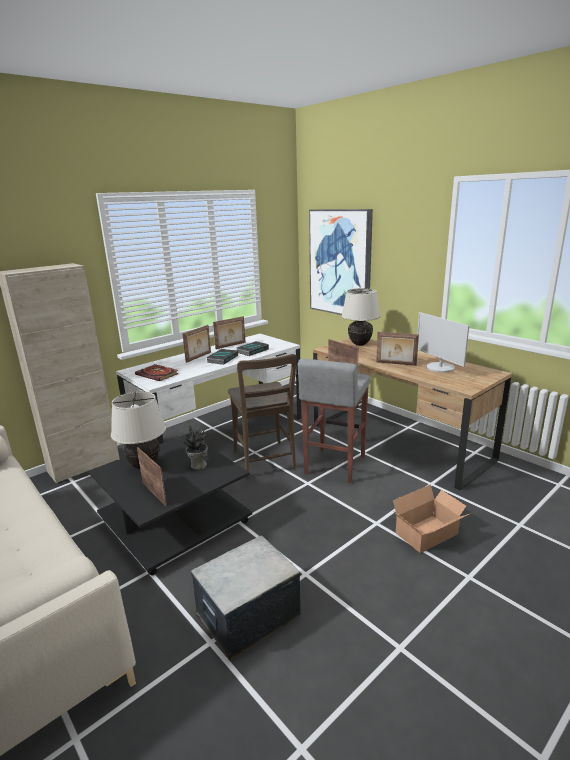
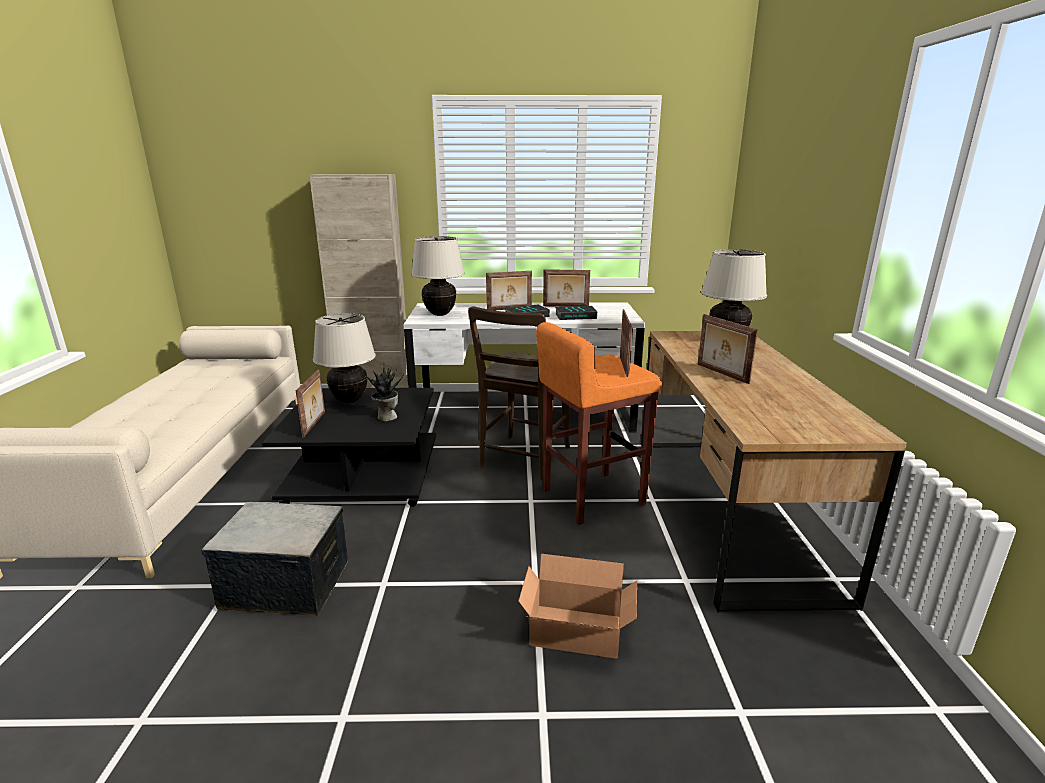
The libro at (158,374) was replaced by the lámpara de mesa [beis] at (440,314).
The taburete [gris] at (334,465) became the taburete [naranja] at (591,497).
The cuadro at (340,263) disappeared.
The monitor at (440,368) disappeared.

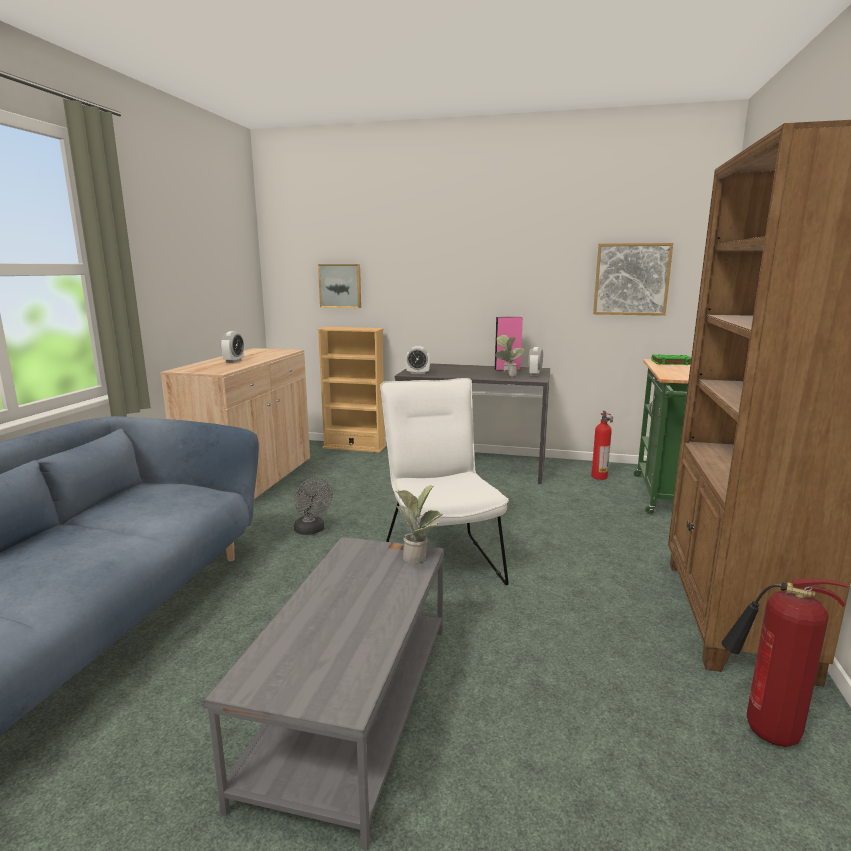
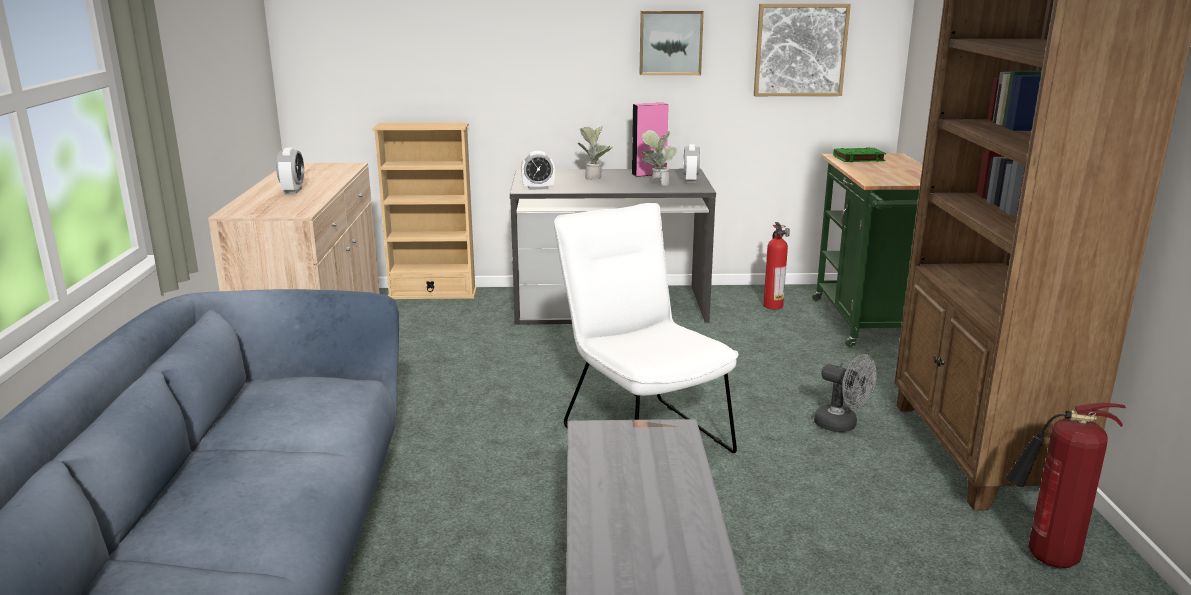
The ventilador [gris] moved from (312,531) to (842,425).
The cuadro moved from (340,286) to (670,42).
The planta en maceta moved from (419,556) to (595,177).

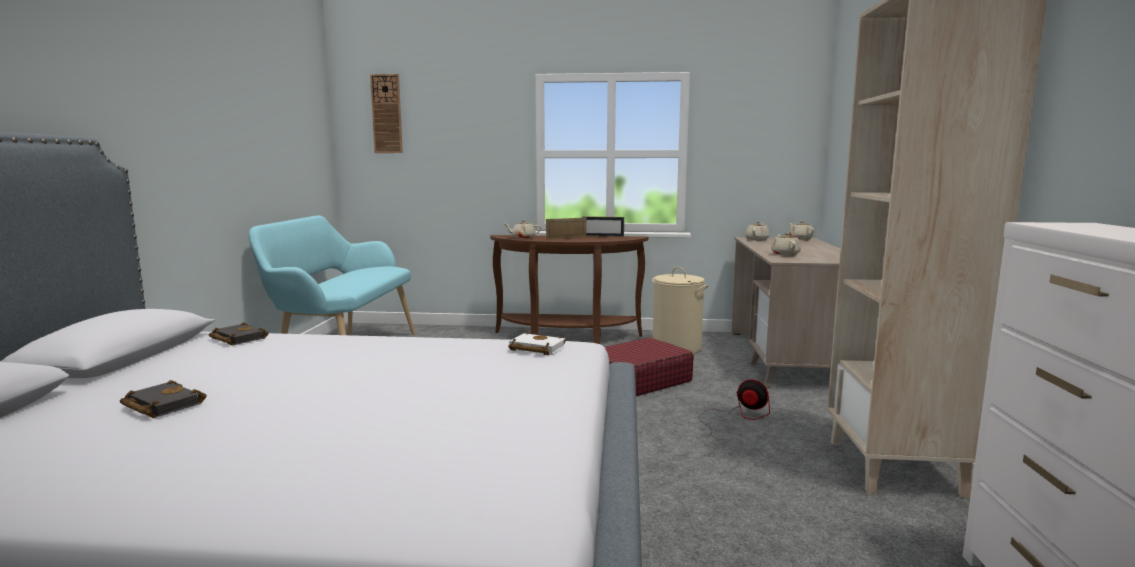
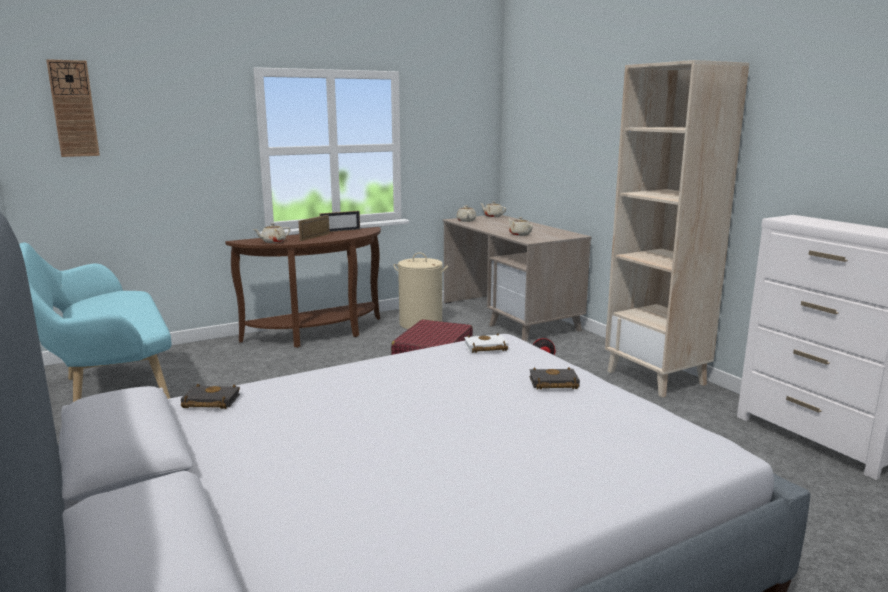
The libro [negro] moved from (160,405) to (552,383).

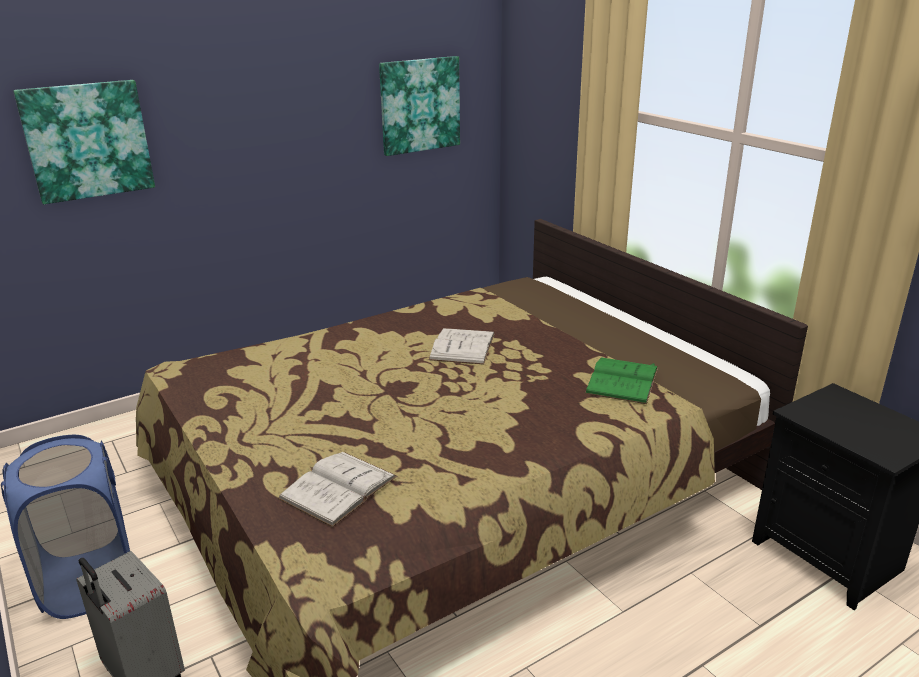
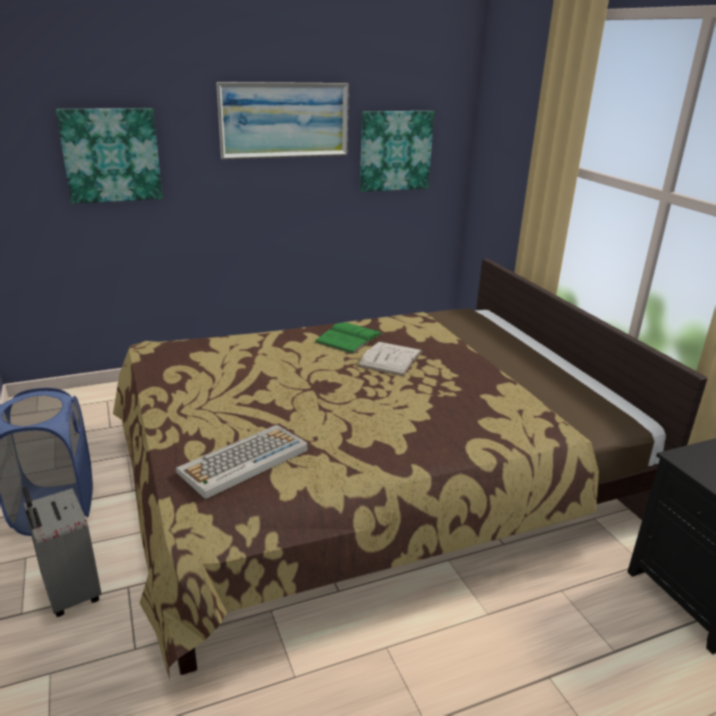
The libro [blanco] at (338,487) was replaced by the teclado at (243,462).
The libro [verde] moved from (622,380) to (349,338).
The cuadro at (284,120) appeared.

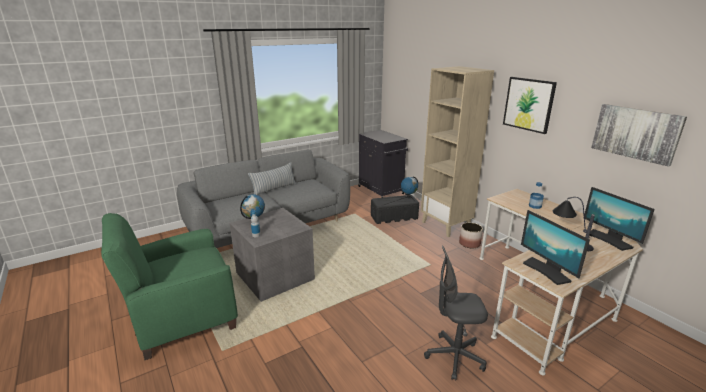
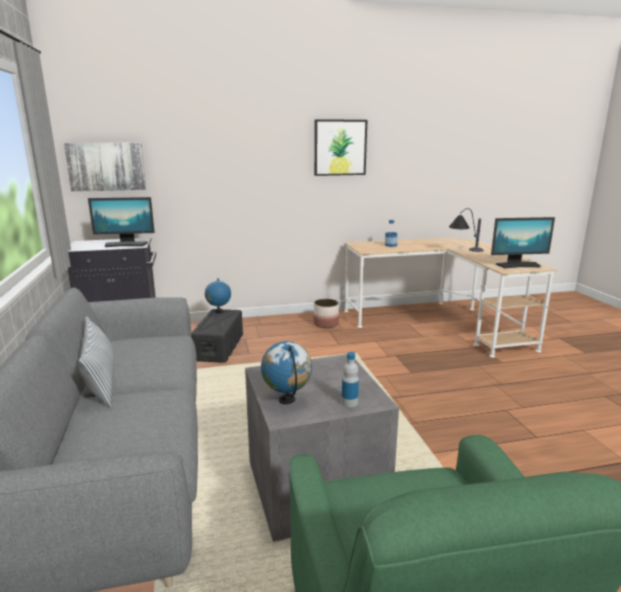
The estantería [beis] at (446,225) disappeared.
The silla de oficina [gris] at (454,357) disappeared.
The monitor moved from (609,240) to (126,244).
The cuadro moved from (635,133) to (106,166).

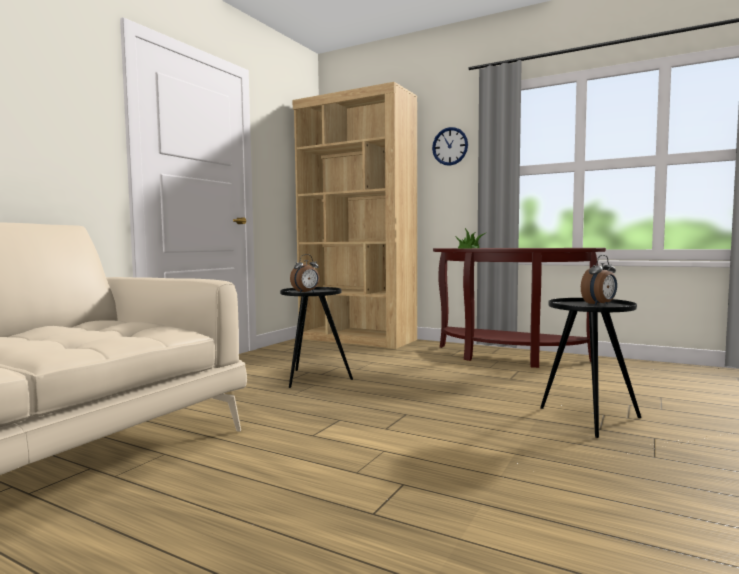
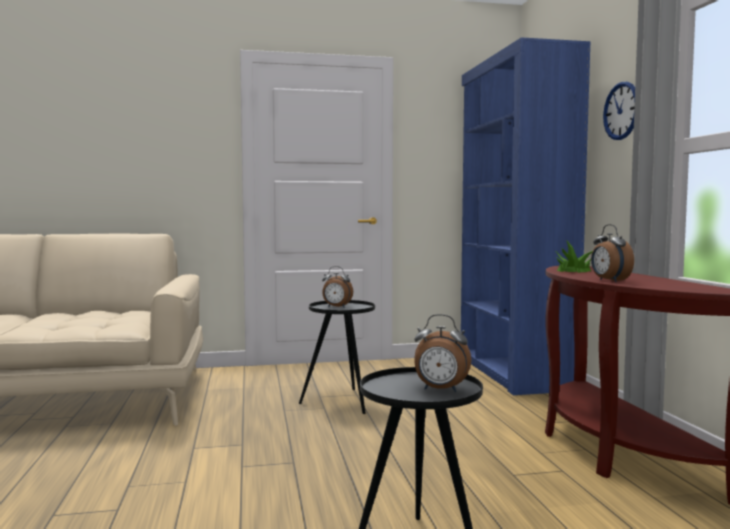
The estantería [marrón] at (357,339) became the estantería [azul] at (512,372).
The despertador at (609,281) appeared.

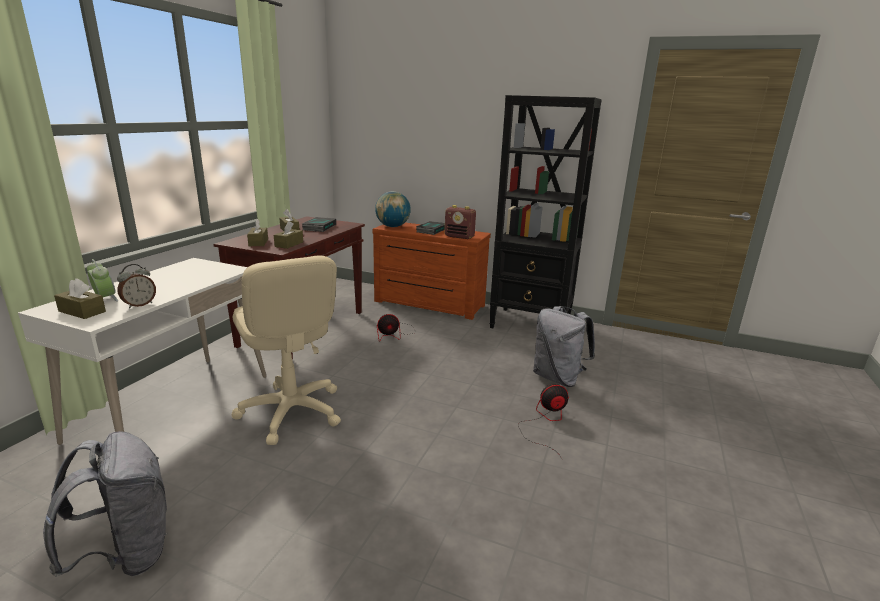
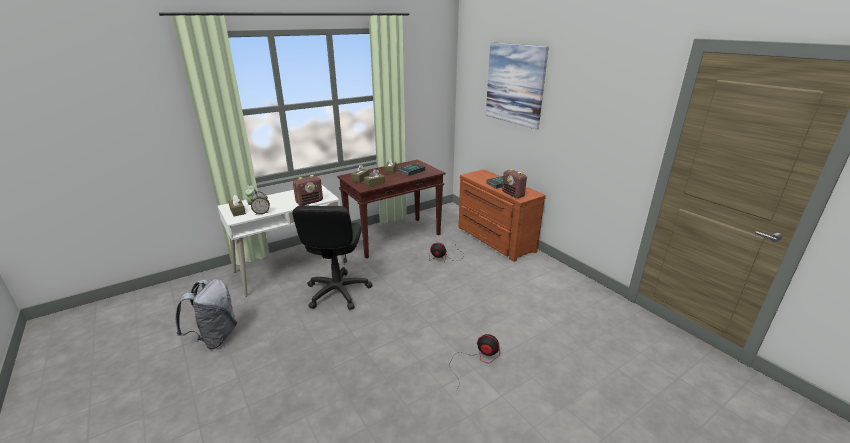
The silla de oficina [beis] at (291,412) became the silla de oficina [negro] at (337,292).
The globo terráqueo at (393,226) disappeared.
The estantería [negro] at (531,324) disappeared.
The mochila [gris] at (558,378) disappeared.
The radio at (309,202) appeared.
The cuadro at (515,84) appeared.

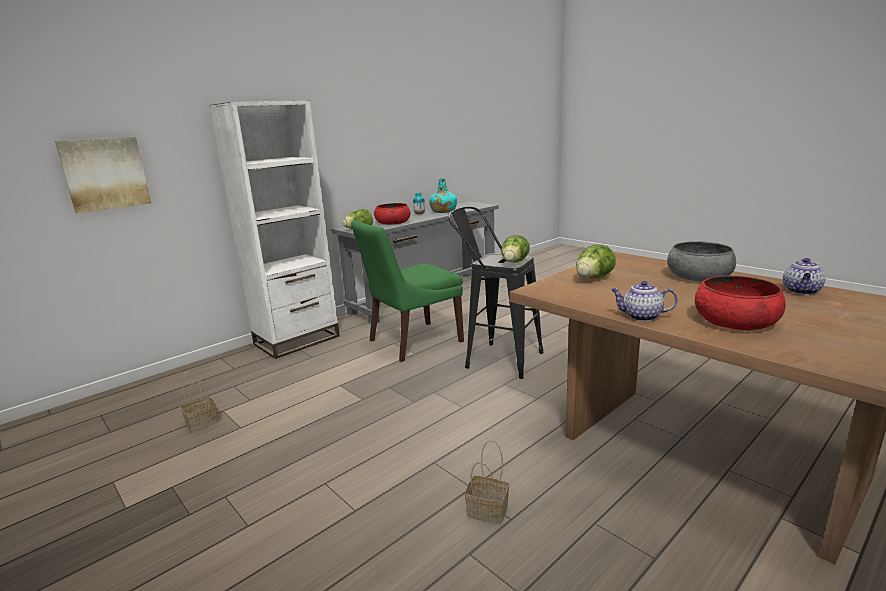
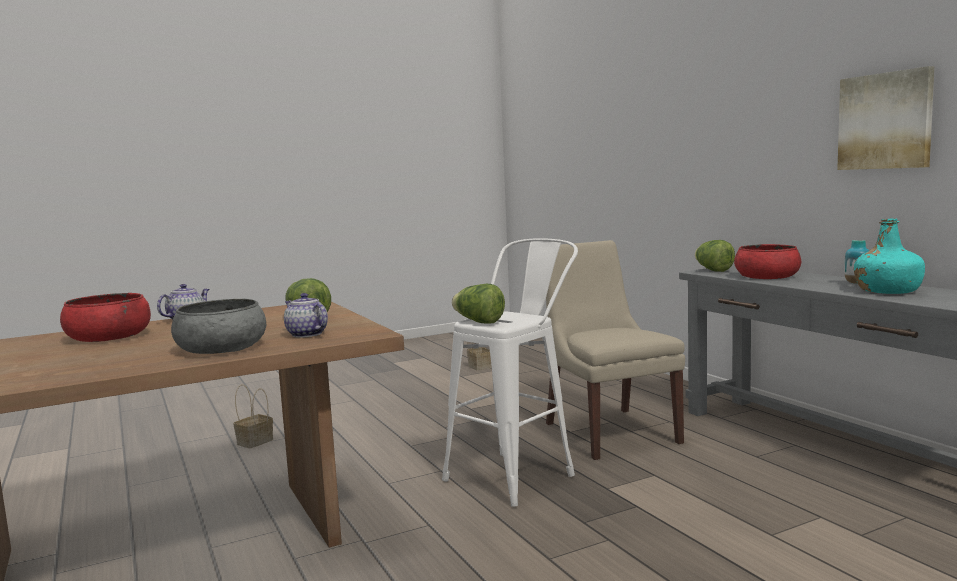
The cuadro moved from (105,174) to (885,121).
The estantería [blanco] at (297,340) disappeared.
The silla [verde] at (412,342) became the silla [beis] at (609,431).
The taburete [negro] at (496,358) became the taburete [blanco] at (518,474).
The tetera moved from (801,291) to (306,334).

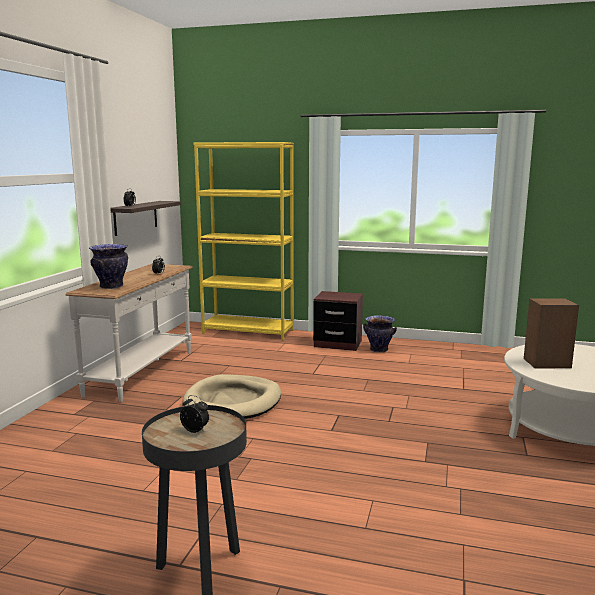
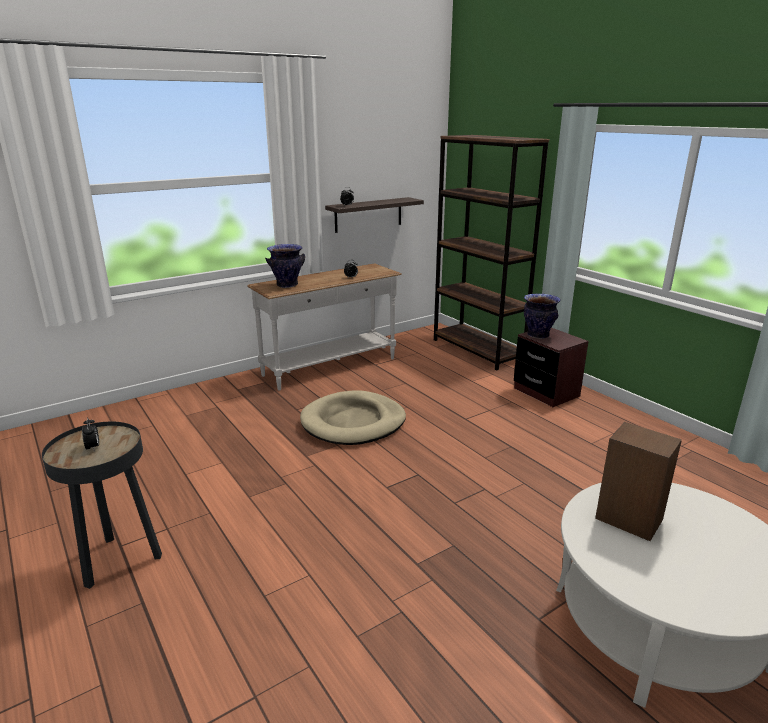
The estantería [amarillo] at (248,331) became the estantería [marrón] at (477,350).
The florero moved from (379,350) to (538,335).

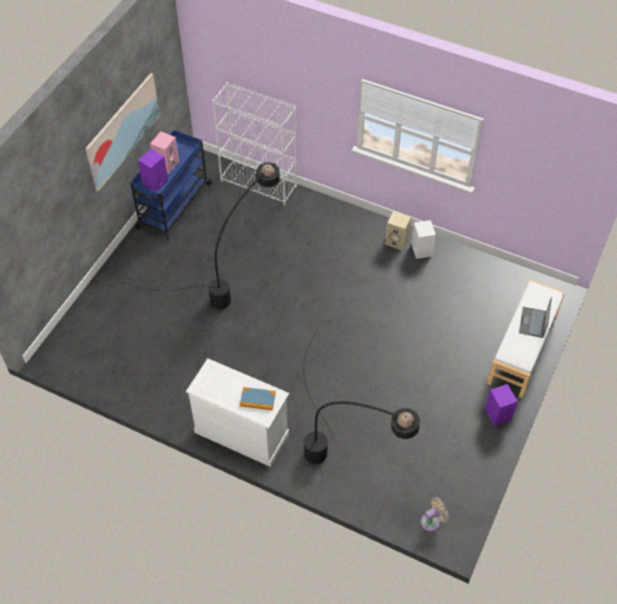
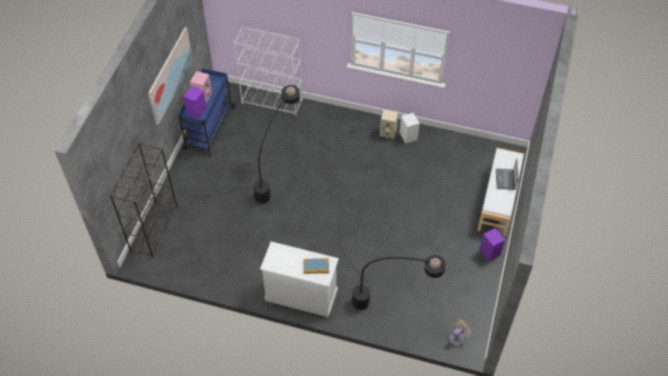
The estantería [negro] at (154,228) appeared.

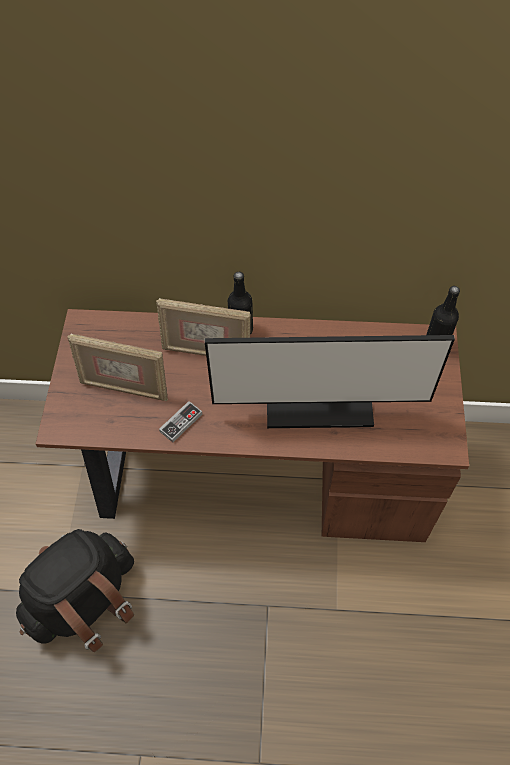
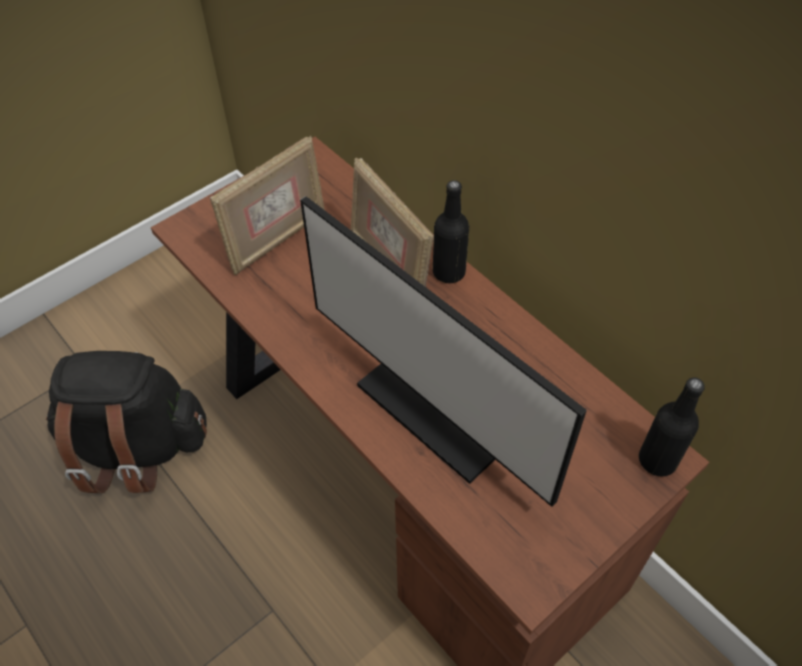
The portarretratos at (125,388) turned 105 degrees counterclockwise.
The mando de consola at (181,423) disappeared.

